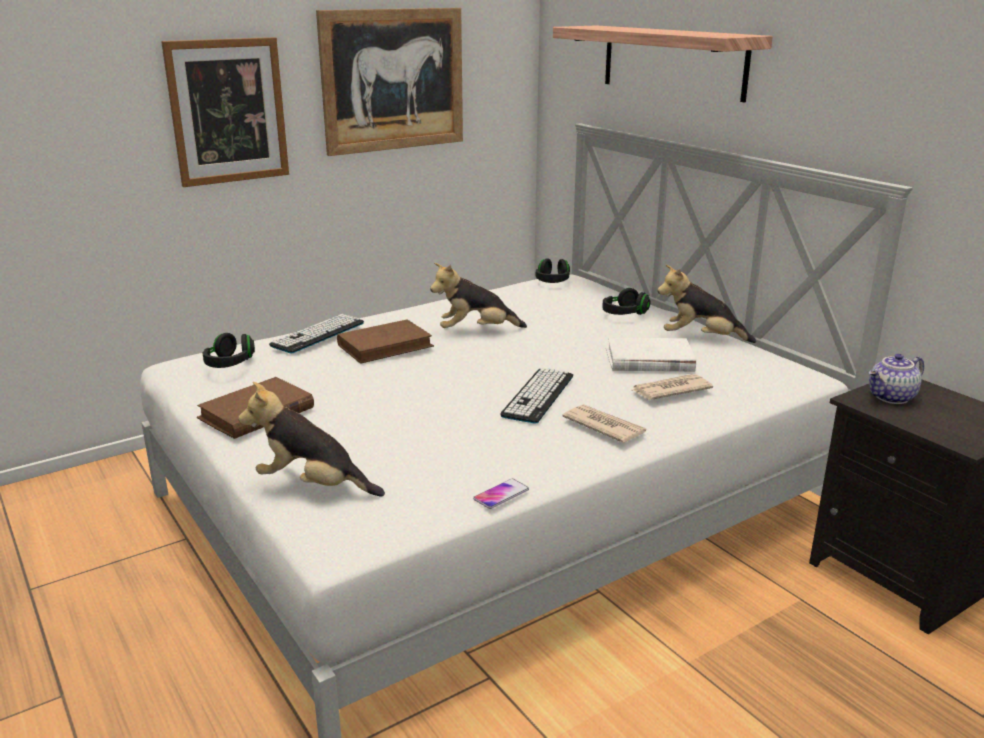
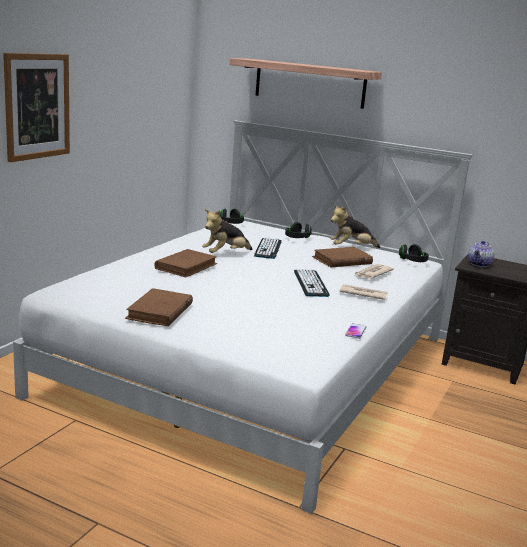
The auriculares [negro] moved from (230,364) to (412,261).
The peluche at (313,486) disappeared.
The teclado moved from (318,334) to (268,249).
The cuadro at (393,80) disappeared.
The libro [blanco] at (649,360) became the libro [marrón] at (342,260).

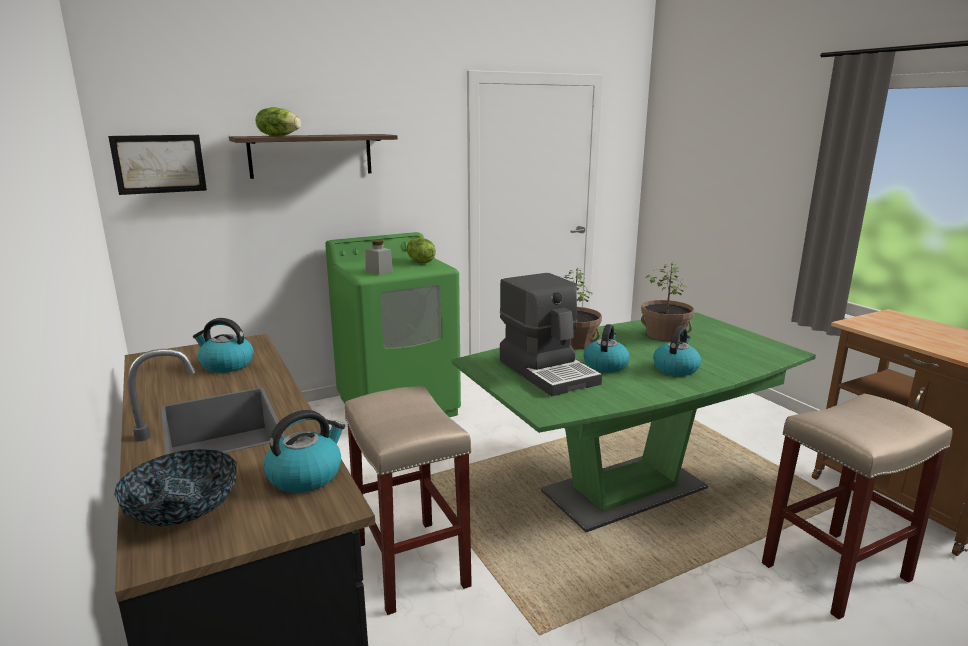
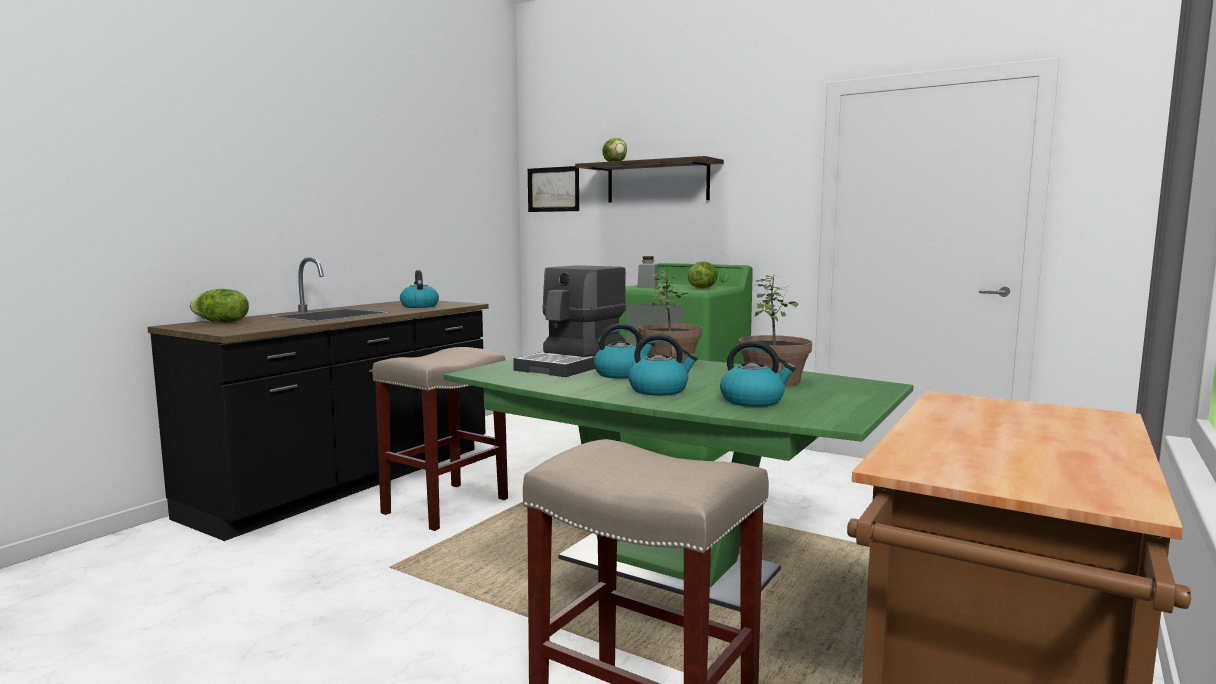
The cuenco at (183,511) was replaced by the lechuga at (221,322).
The hervidor moved from (306,475) to (753,401).

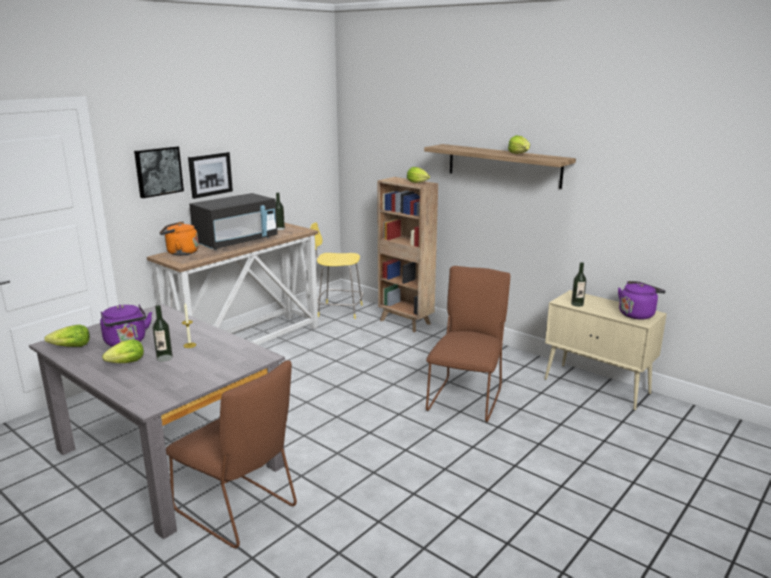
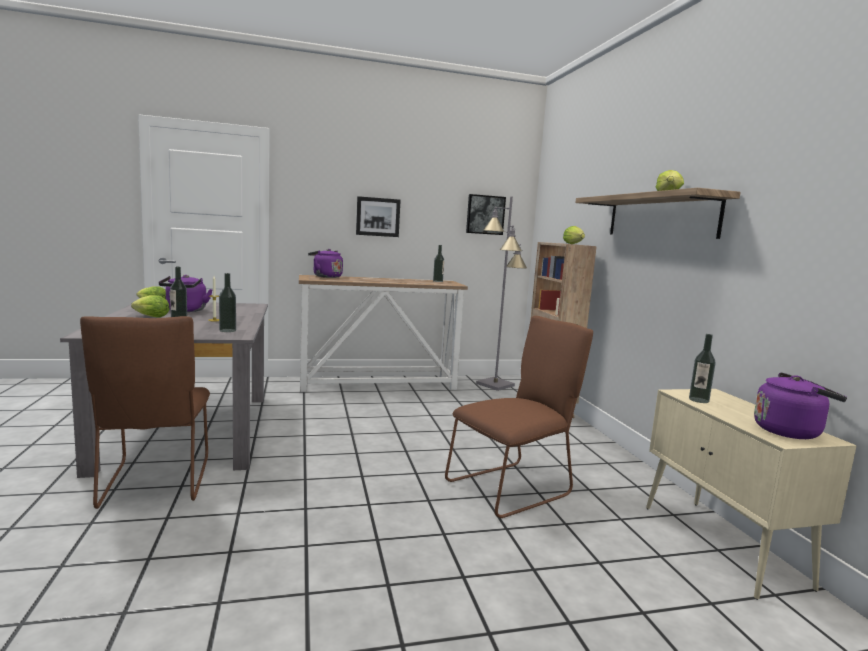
The cuadro moved from (158,171) to (485,214).
The hervidor [naranja] at (180,252) became the hervidor [morado] at (325,276).
The microondas [negro] at (236,242) disappeared.
The taburete [amarillo] at (338,310) was replaced by the lámpara de pie [gris] at (495,384).
The botella at (227,330) appeared.

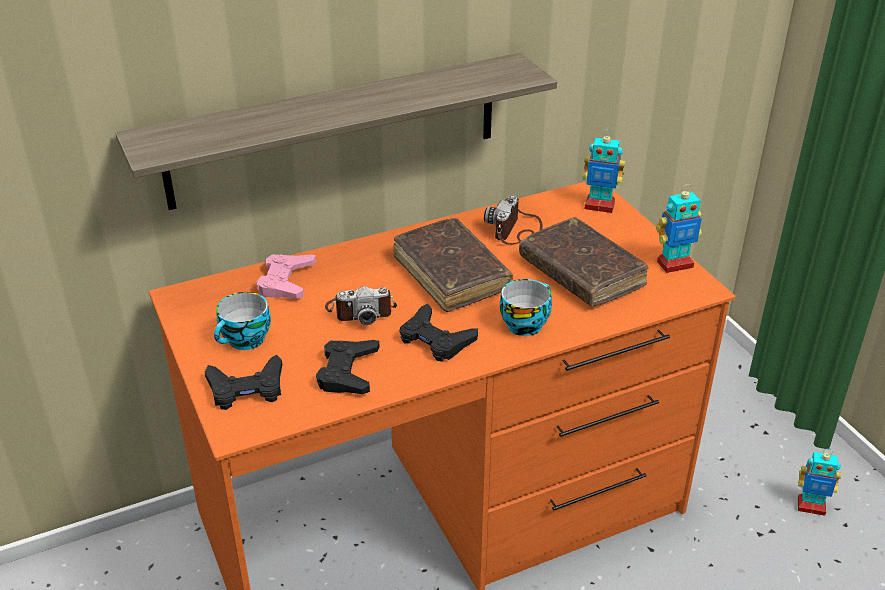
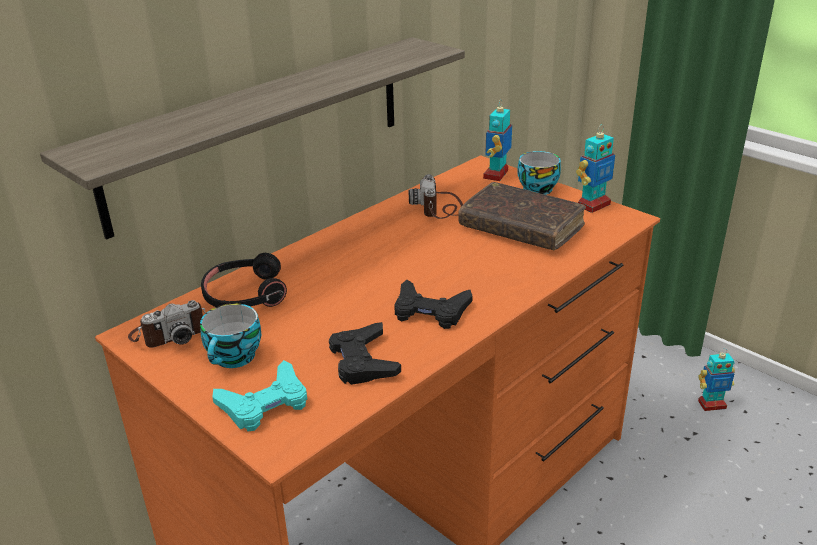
The mando de consola [negro] at (246,389) became the mando de consola [turquesa] at (265,404).
The mando de consola [rosa] at (286,281) was replaced by the auriculares [negro] at (244,294).
The cámara moved from (361,310) to (170,333).
The libro [marrón] at (451,274) disappeared.
The taza moved from (525,323) to (537,188).
The robot de juguete at (599,205) turned 120 degrees clockwise.

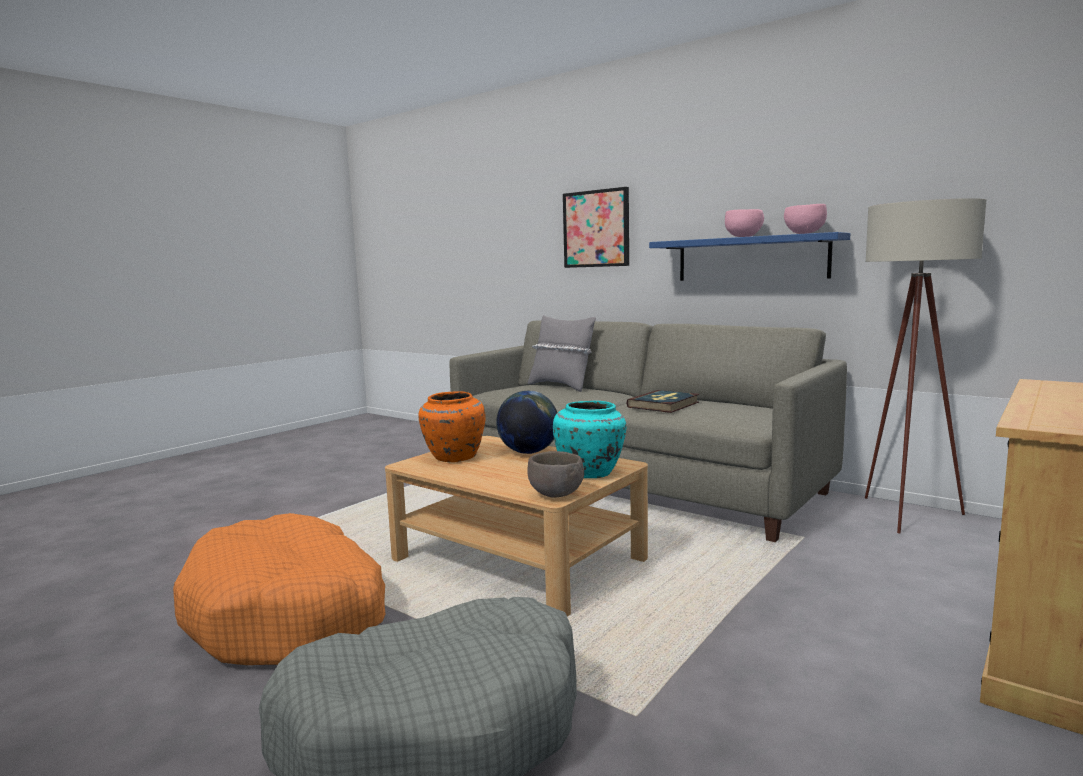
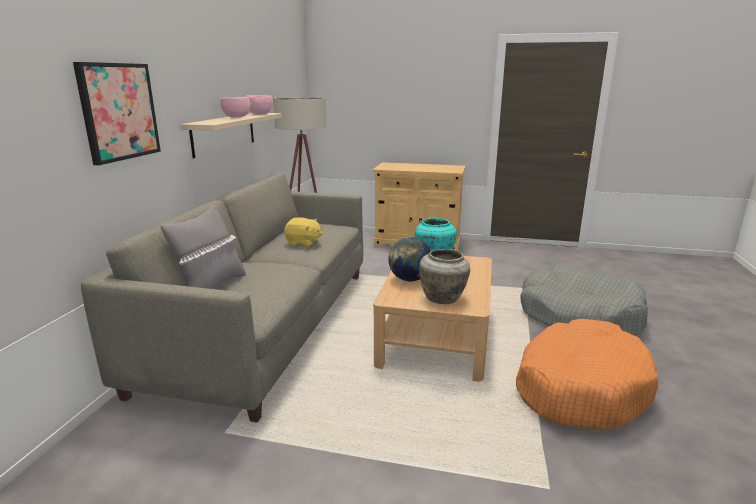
The florero [naranja] at (453,457) became the florero [beis] at (443,299).
The cuenco [marrón] at (556,495) disappeared.
The libro at (663,405) was replaced by the peluche [amarillo] at (303,243).
The estante [azul] at (751,258) became the estante [beis] at (224,133).

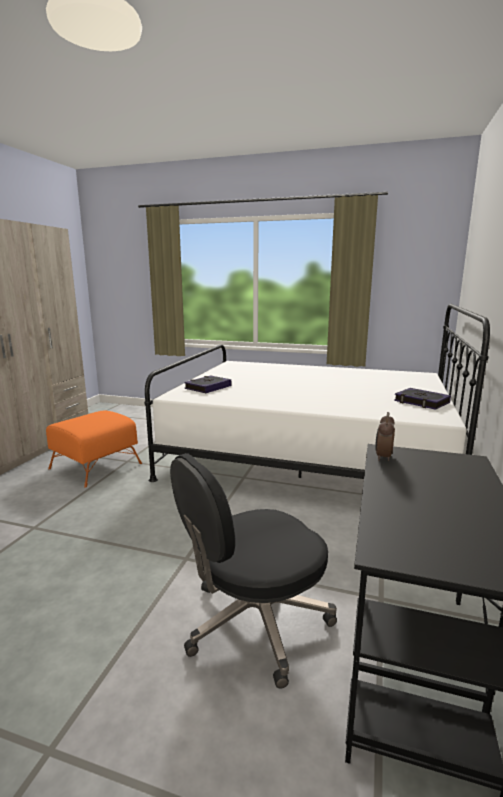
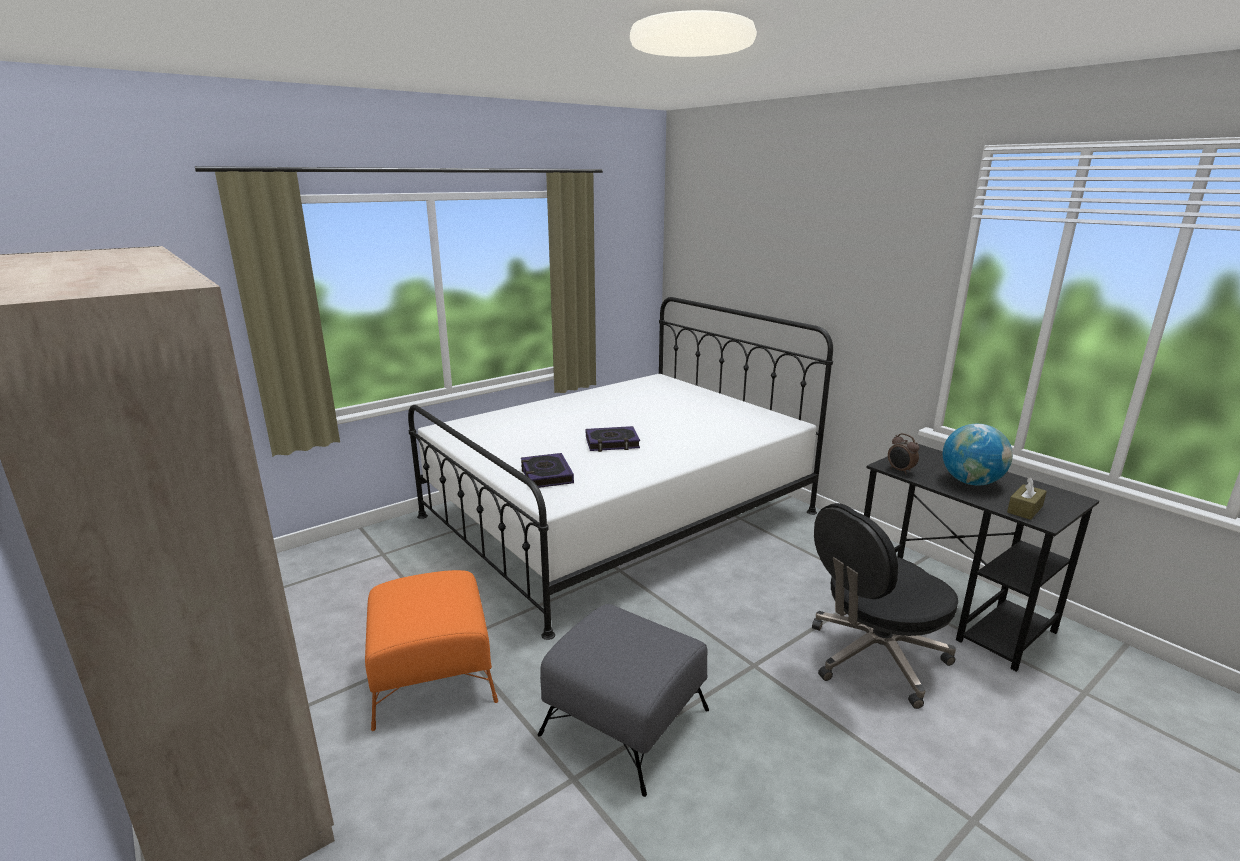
The silla de oficina [negro] at (254,622) turned 60 degrees clockwise.
The libro moved from (421,402) to (612,443).
The puf [gris] at (624,721) appeared.
The globo terráqueo at (971,482) appeared.
The caja de pañuelos [marrón] at (1025,509) appeared.

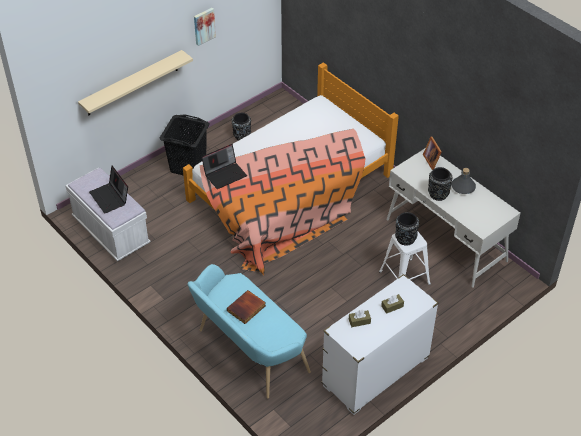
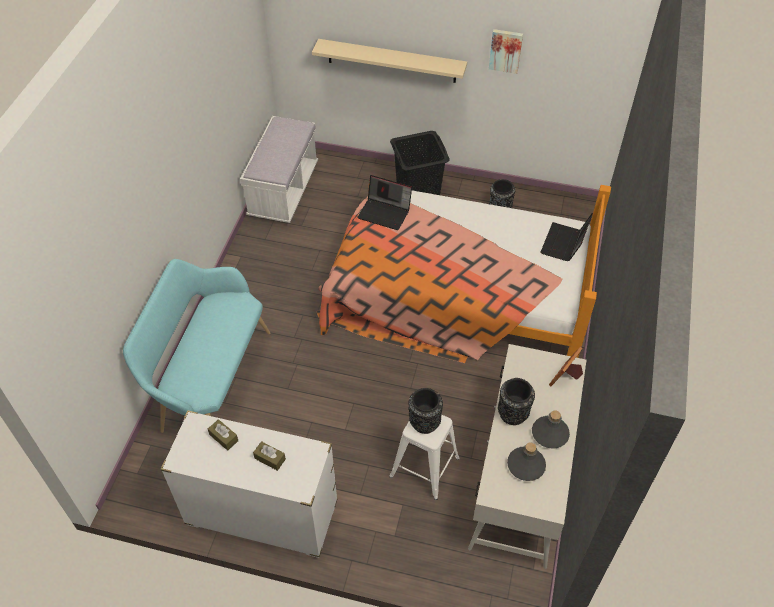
The portátil moved from (110,198) to (564,244).
The libro at (246,309) disappeared.
The botella [gris] at (525,465) appeared.

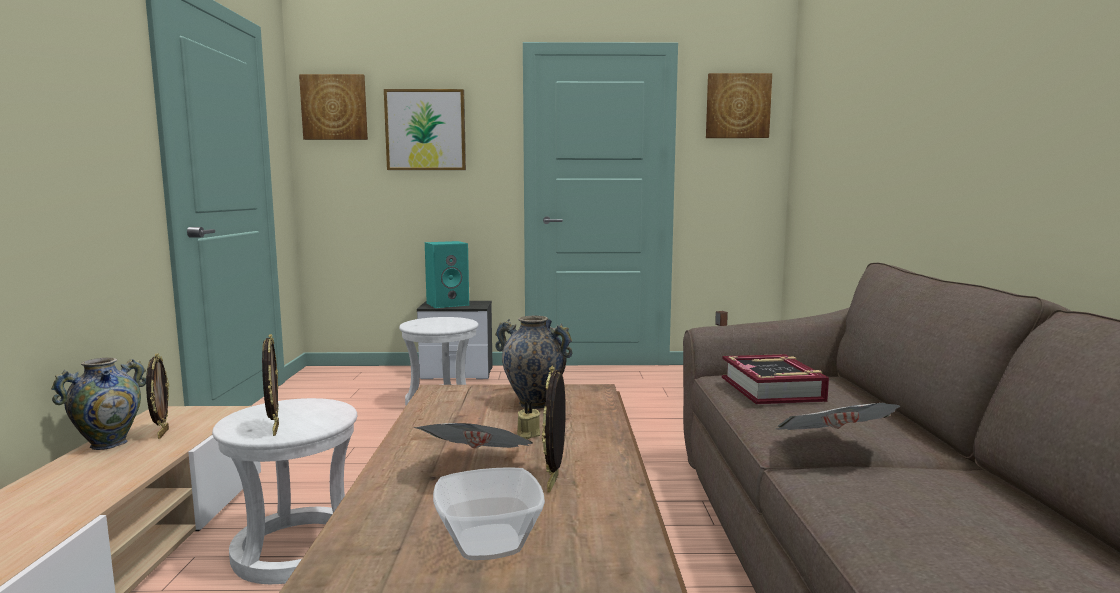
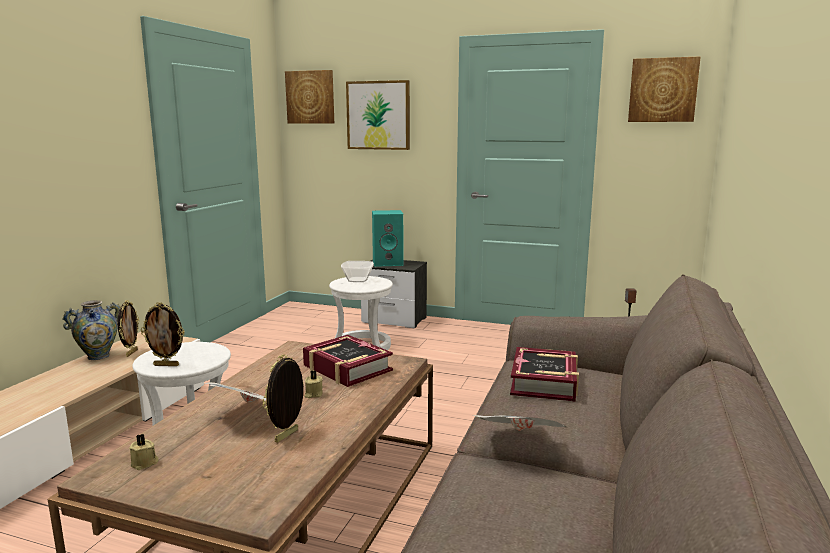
The portarretratos at (274,430) turned 90 degrees clockwise.
The cuenco moved from (490,543) to (358,280).
The florero at (534,403) was replaced by the libro at (346,368).
The vela [beis] at (145,463) appeared.

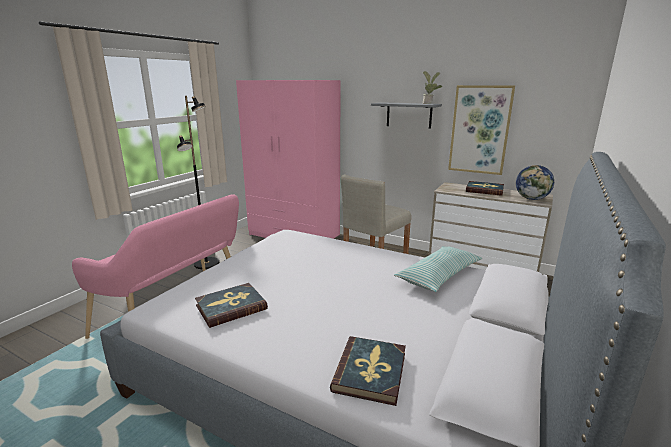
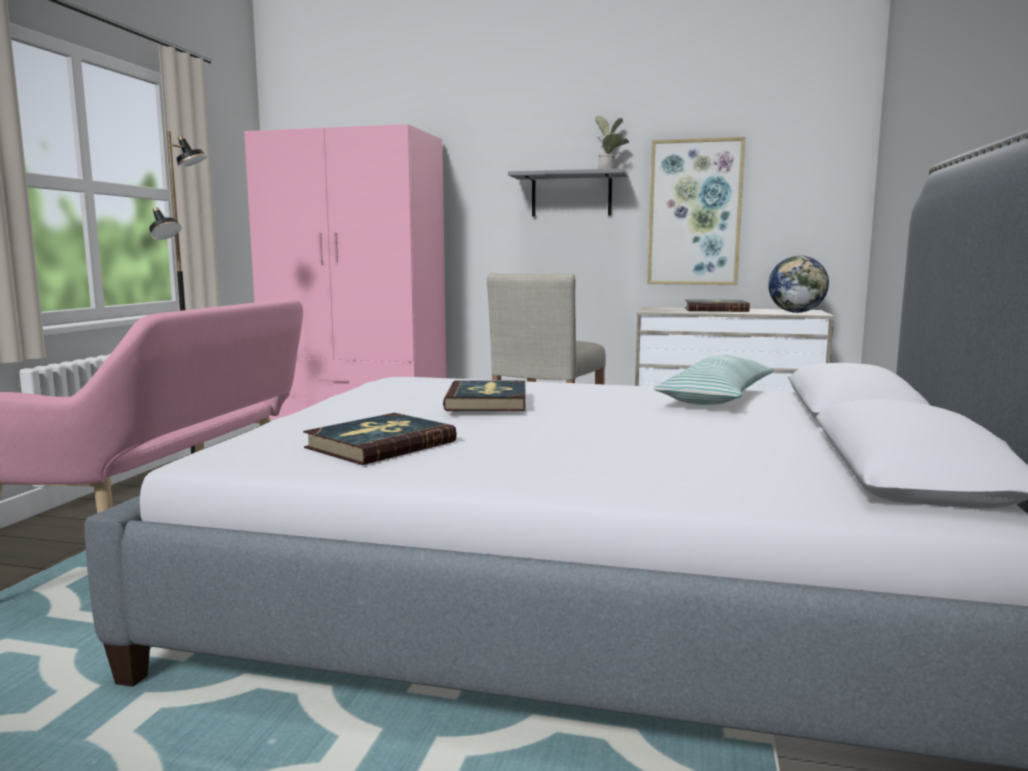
The libro moved from (370,372) to (487,401).

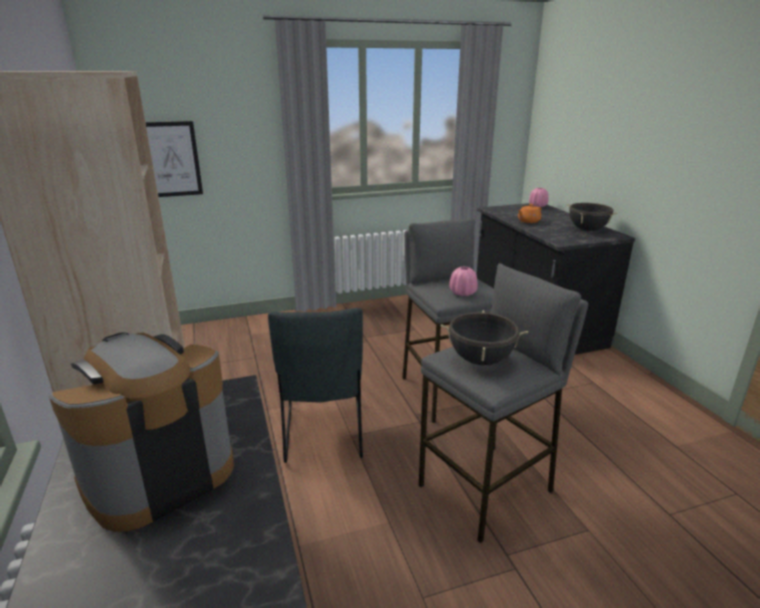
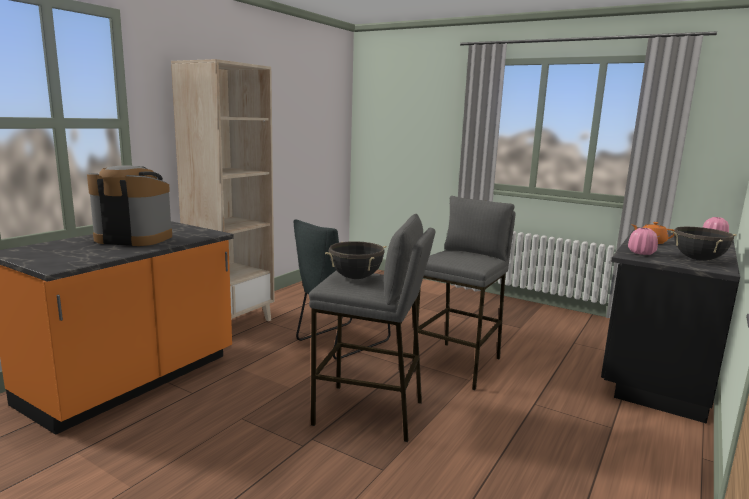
The cuadro at (171,159) disappeared.
The florero [rosa] moved from (462,293) to (641,253).

